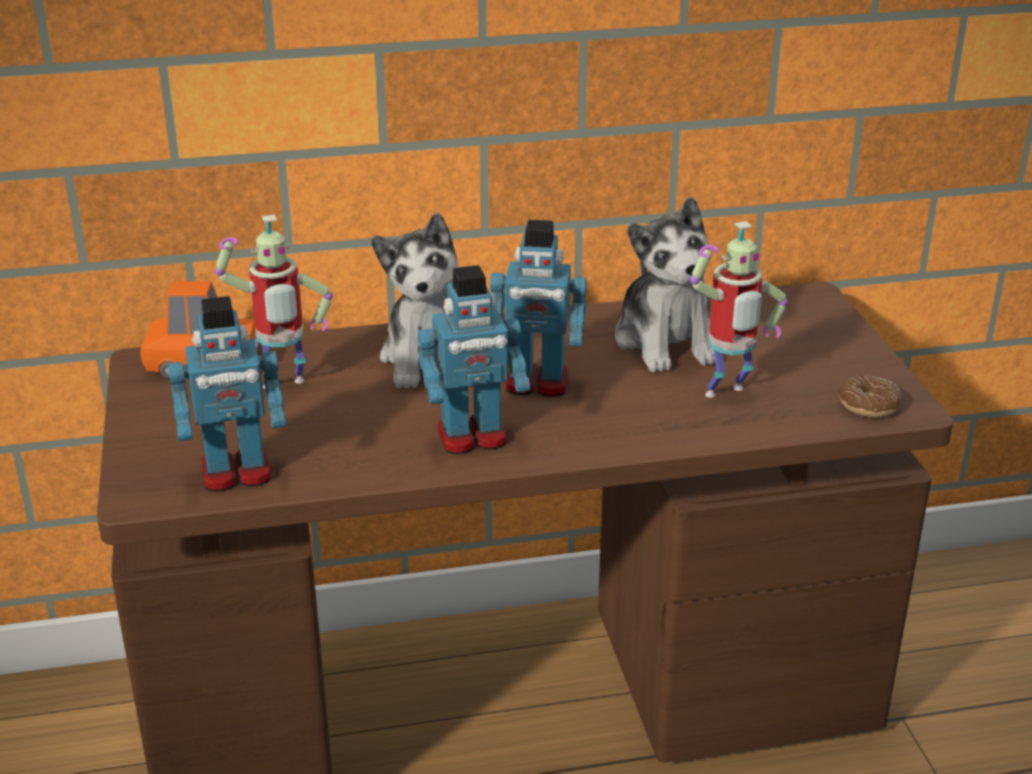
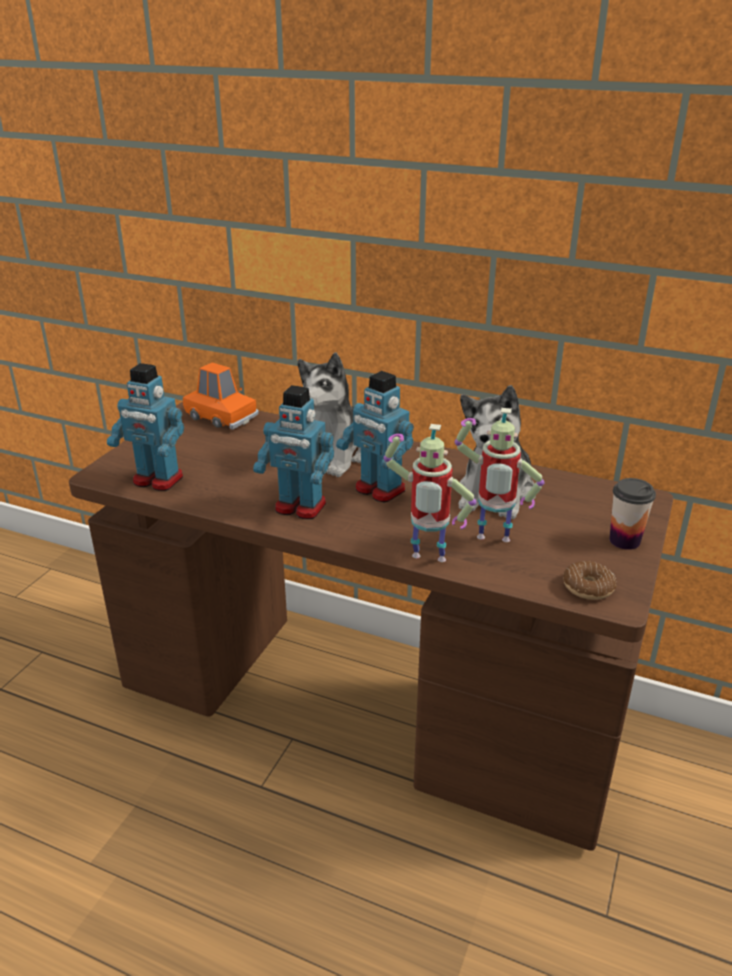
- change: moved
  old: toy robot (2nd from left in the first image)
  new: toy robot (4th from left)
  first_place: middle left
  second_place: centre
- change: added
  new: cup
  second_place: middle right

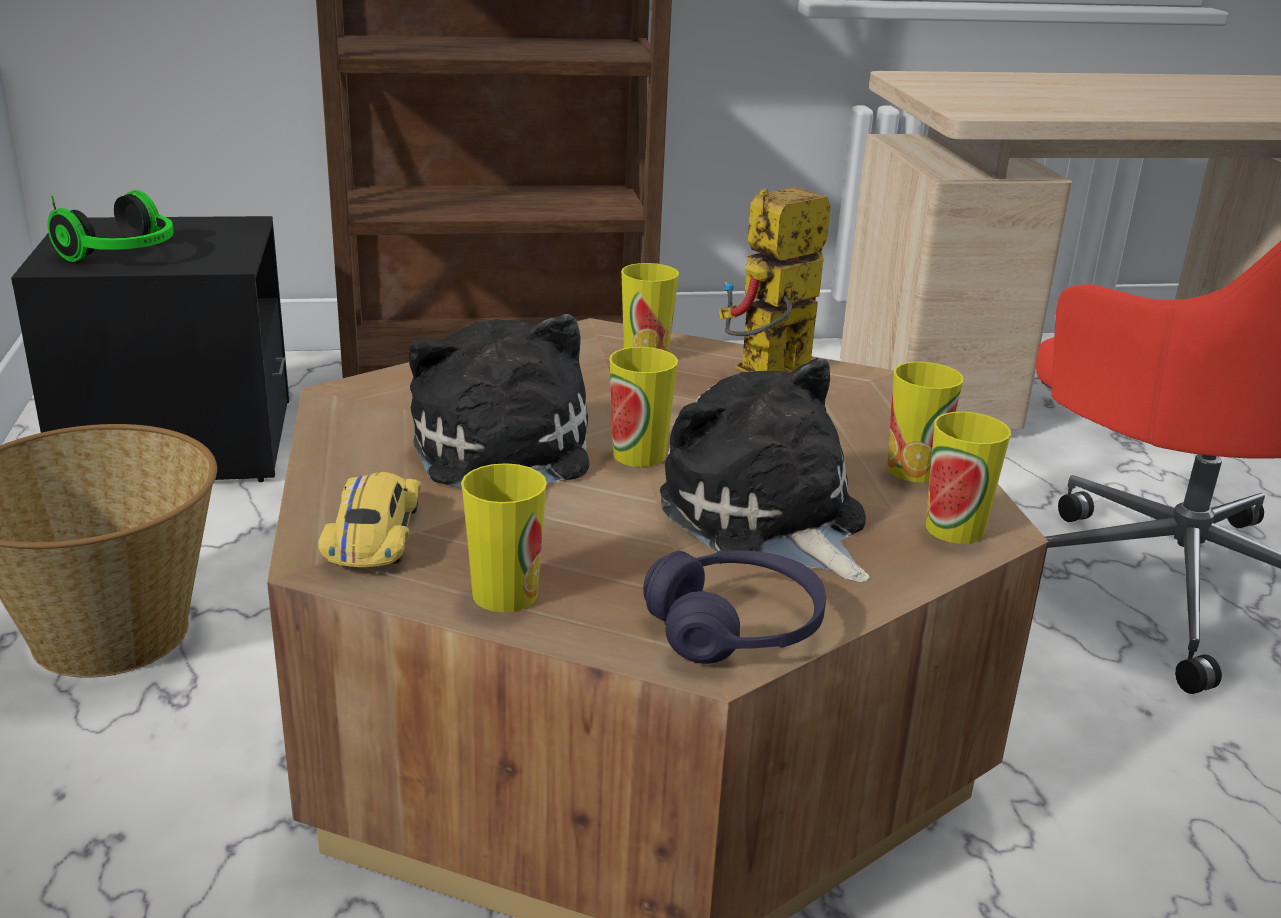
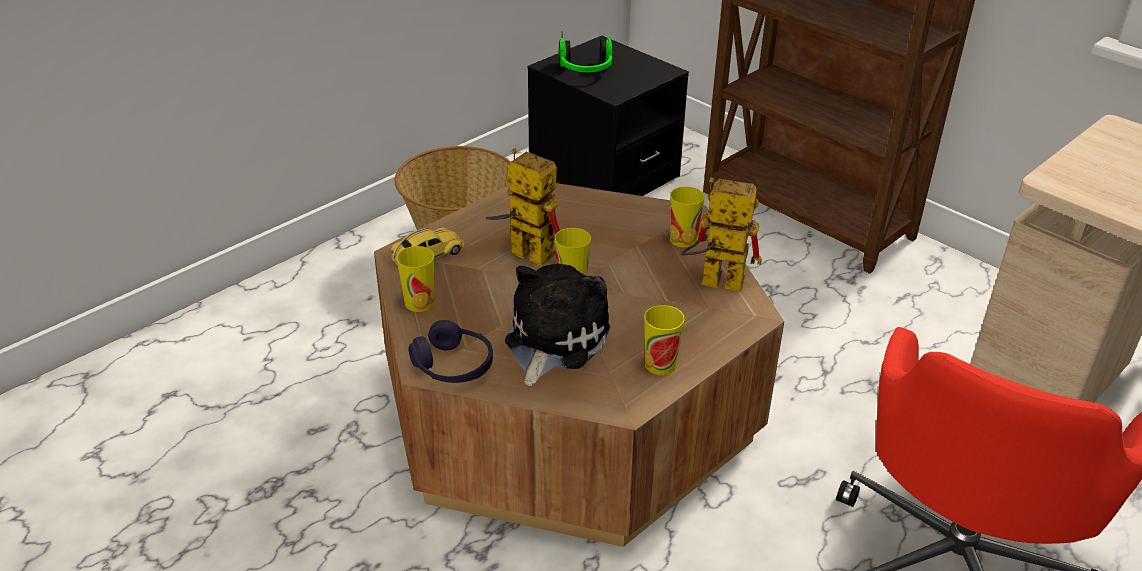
- change: replaced
  old: plush toy (1st from left)
  new: toy robot (1st from left)
  first_place: centre
  second_place: centre
- change: removed
  old: cup (5th from left)
  first_place: middle right

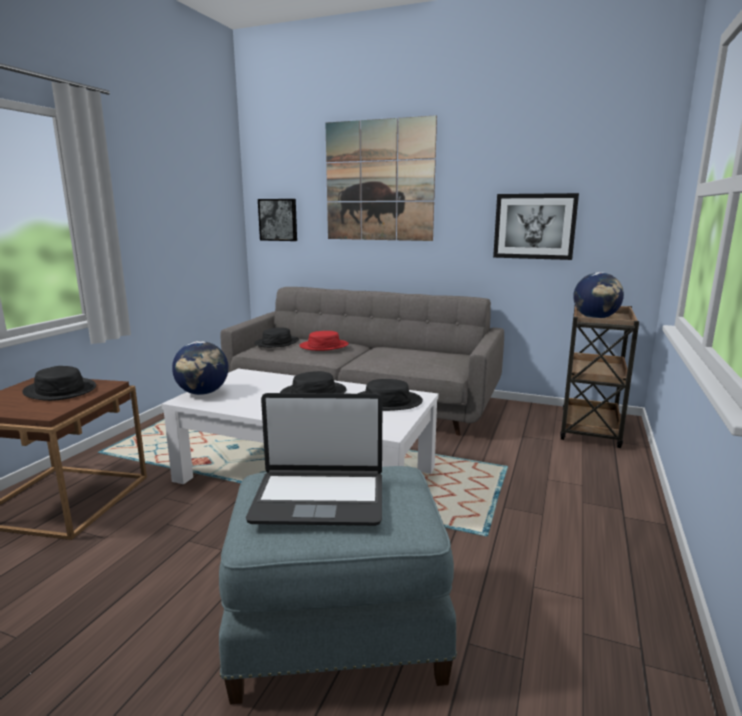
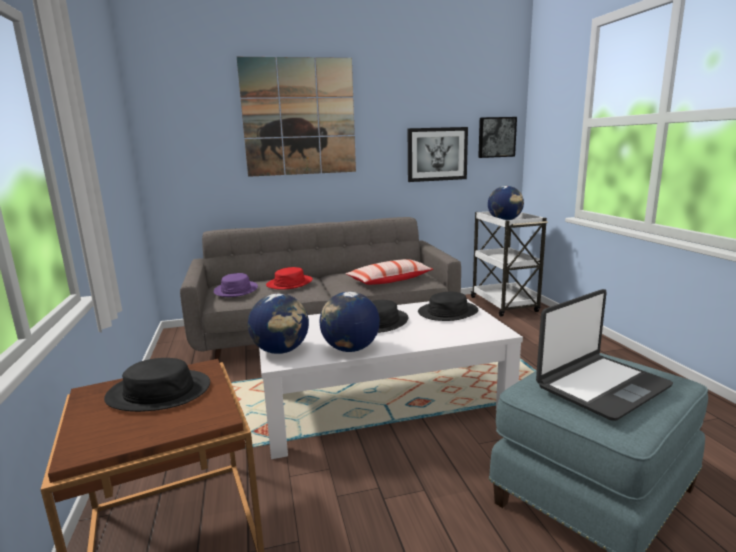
- change: moved
  old: picture (1st from left in the first image)
  new: picture (3rd from left)
  first_place: top centre
  second_place: top right
- change: recoloured
  old: brown cart
  new: white cart
  first_place: middle right
  second_place: middle right
- change: recoloured
  old: black hat (2nd from left)
  new: purple hat
  first_place: centre
  second_place: middle left
- change: added
  new: pillow
  second_place: centre
- change: added
  new: globe (2nd from left)
  second_place: centre

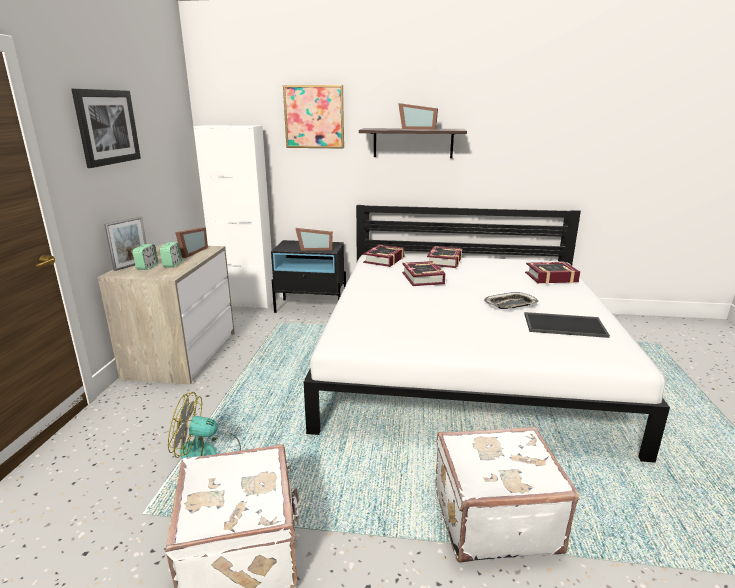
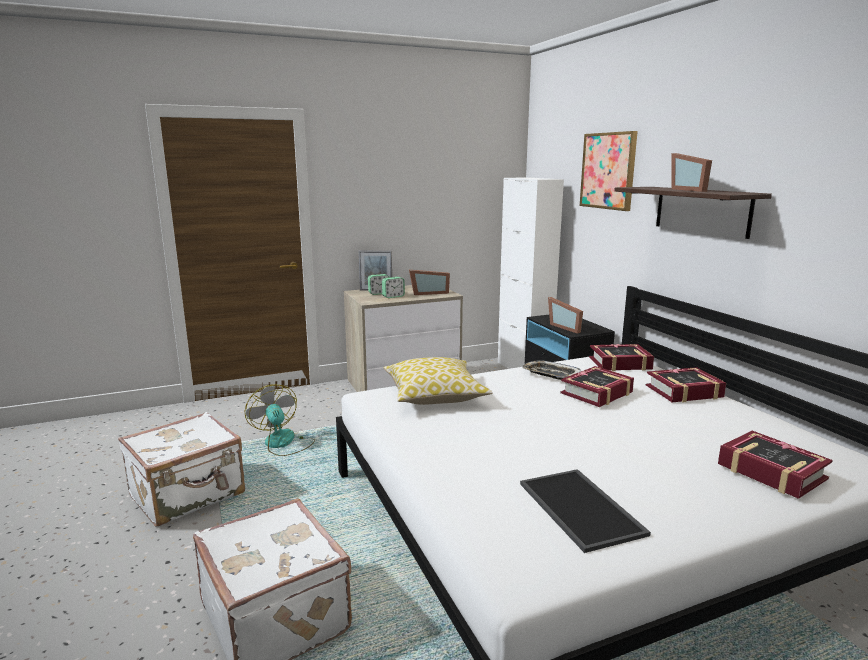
- change: removed
  old: picture (1st from left)
  first_place: top left
- change: moved
  old: tray (1st from left)
  first_place: middle right
  second_place: centre
- change: added
  new: pillow
  second_place: centre

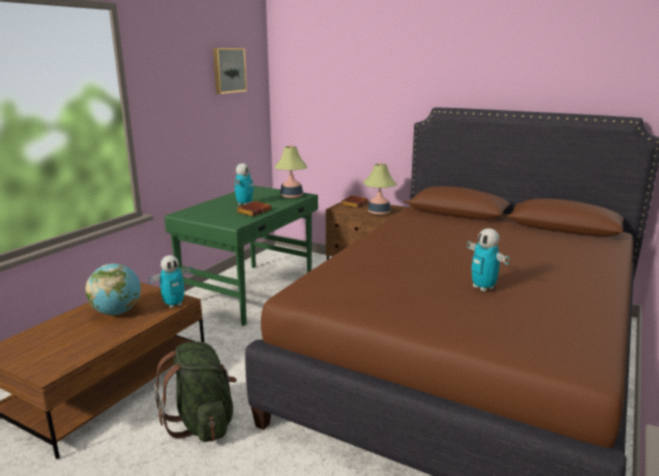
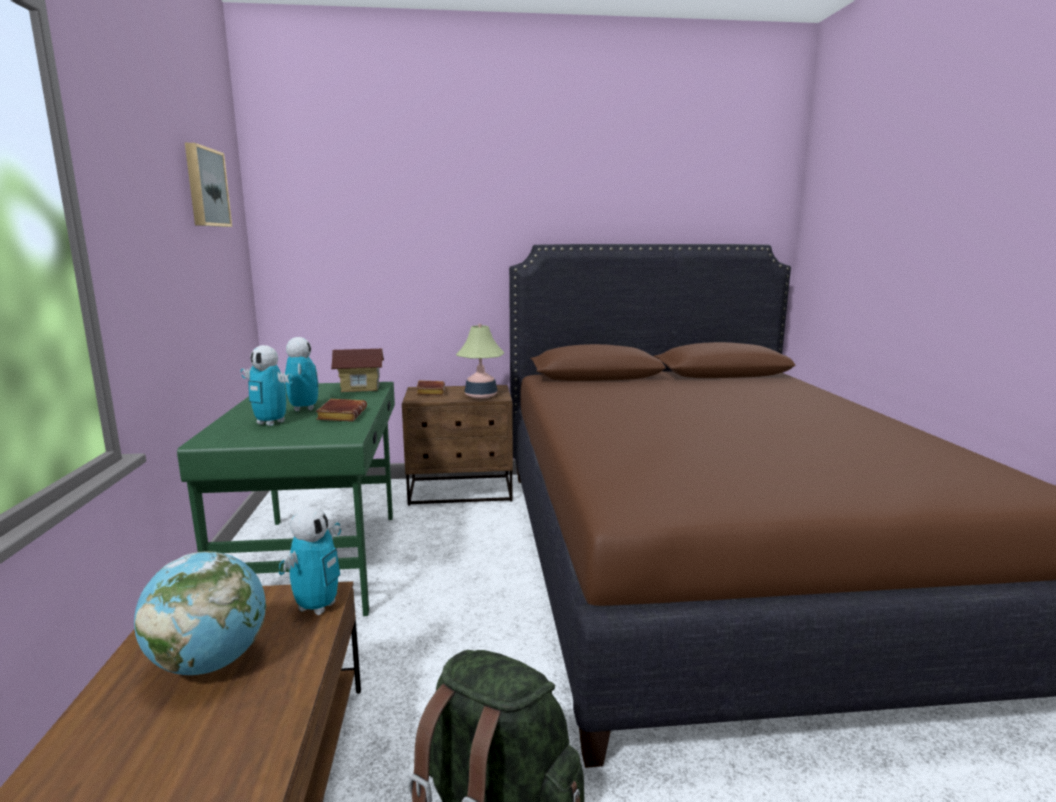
- change: replaced
  old: table lamp (1st from left)
  new: toy house
  first_place: centre
  second_place: centre
- change: moved
  old: toy robot (3rd from left in the first image)
  new: toy robot (1st from left)
  first_place: middle right
  second_place: middle left

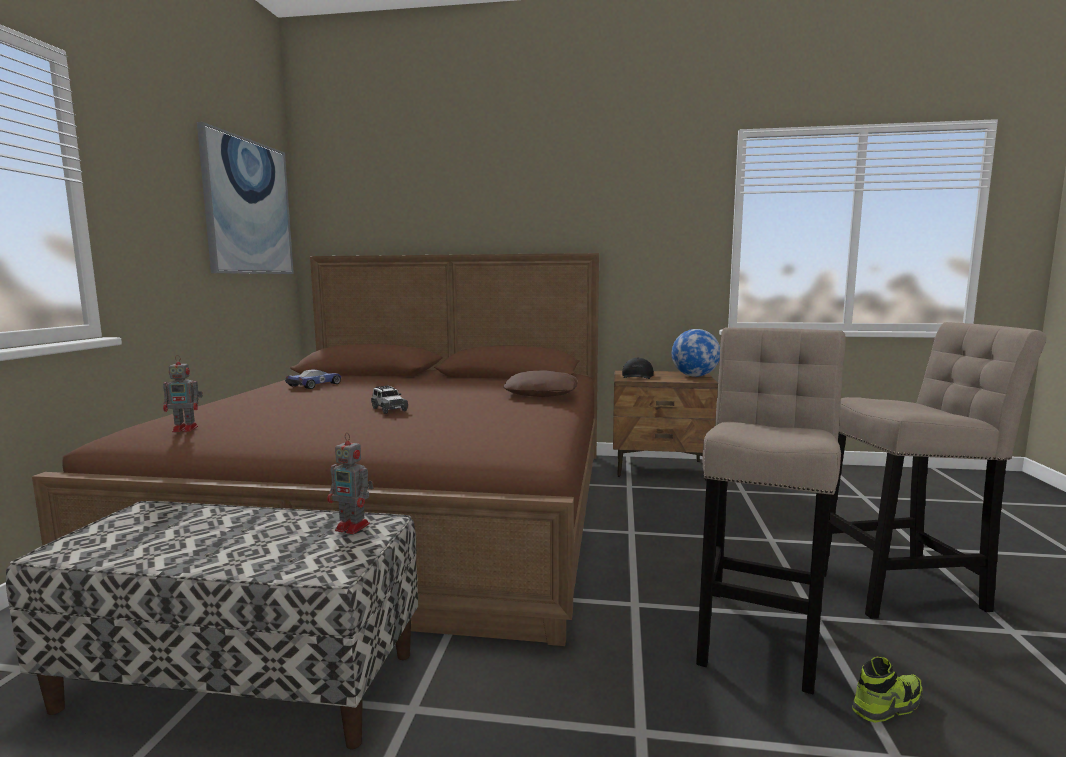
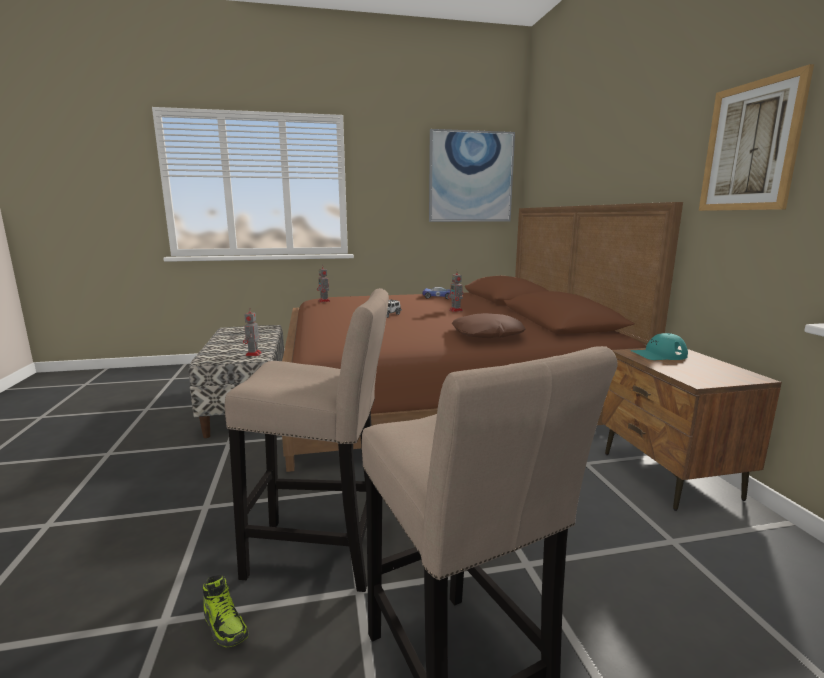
- change: removed
  old: globe
  first_place: centre
- change: recoloured
  old: black cap
  new: turquoise cap
  first_place: centre
  second_place: middle right
- change: added
  new: picture (2nd from left)
  second_place: top right
- change: added
  new: toy robot (3rd from left)
  second_place: centre

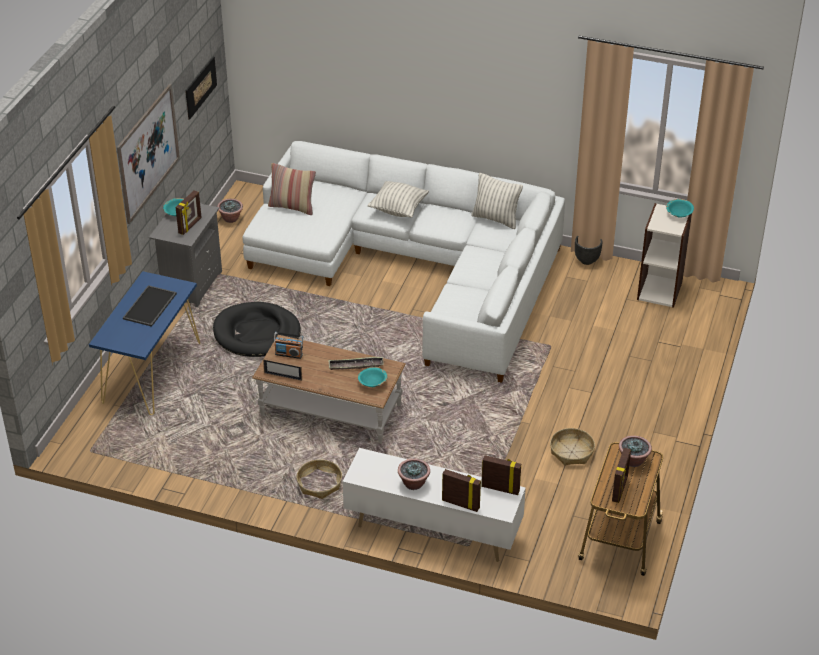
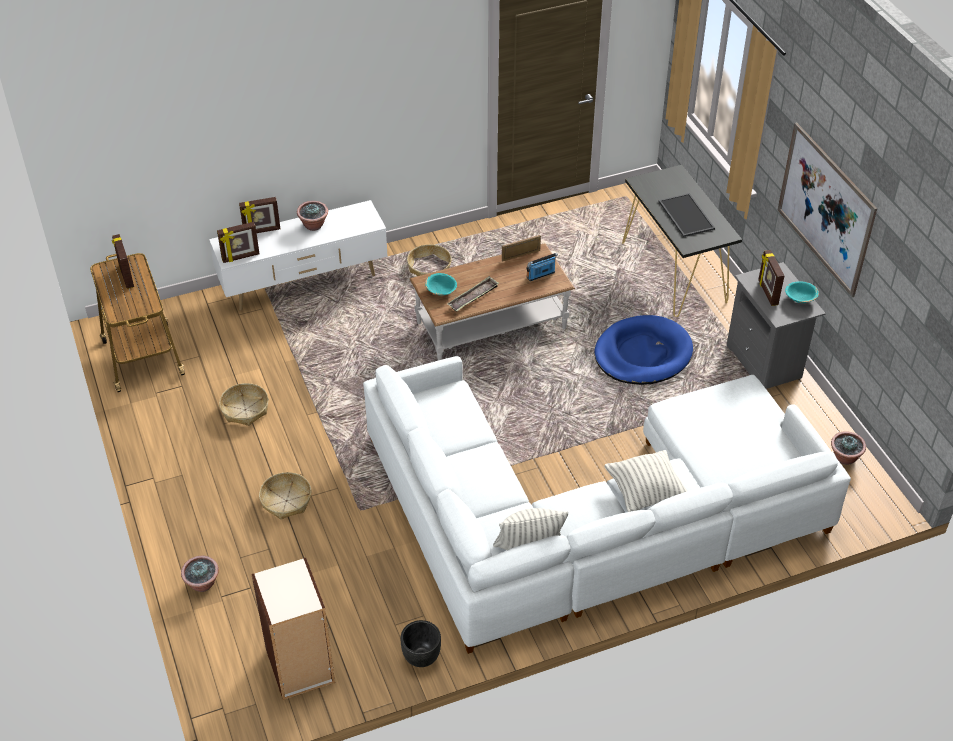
- change: removed
  old: picture (2nd from left)
  first_place: top left
- change: removed
  old: pillow (1st from left)
  first_place: top centre
- change: removed
  old: turquoise bowl (3rd from left)
  first_place: top right
- change: recoloured
  old: blue console table
  new: black console table
  first_place: middle left
  second_place: top right
- change: recoloured
  old: black dog bed
  new: blue dog bed
  first_place: middle left
  second_place: middle right
- change: moved
  old: potted plant (3rd from left in the first image)
  new: potted plant (1st from left)
  first_place: bottom right
  second_place: bottom left
- change: added
  new: basket (2nd from left)
  second_place: bottom left

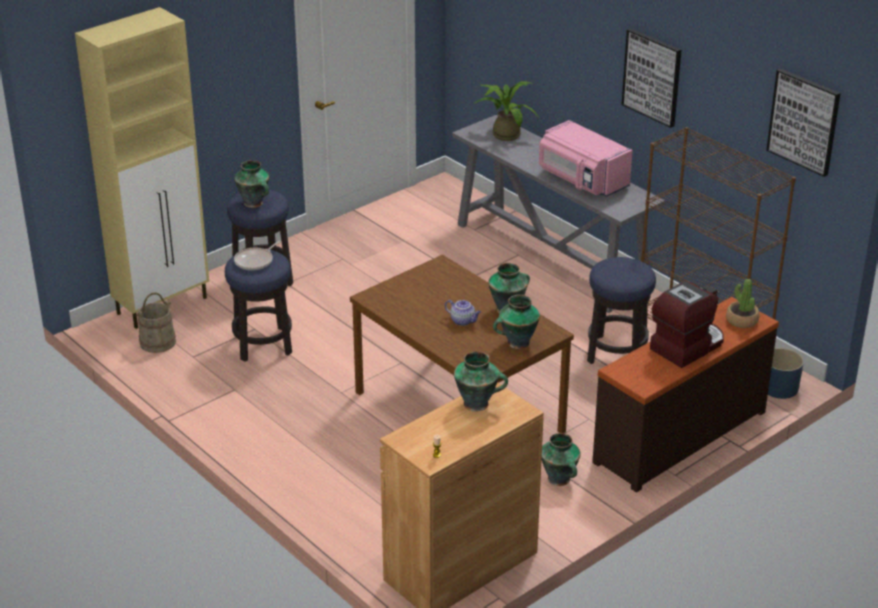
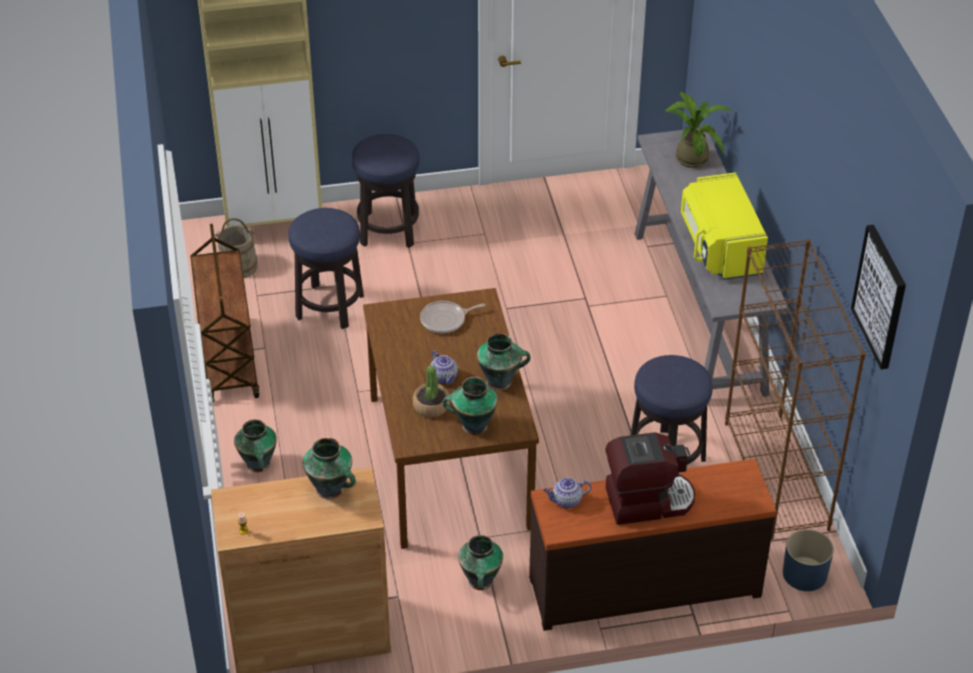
- change: removed
  old: picture (1st from left)
  first_place: top right
- change: recoloured
  old: pink microwave
  new: yellow microwave
  first_place: top right
  second_place: middle right
- change: moved
  old: vase (1st from left)
  first_place: top left
  second_place: middle left
- change: moved
  old: frying pan
  first_place: middle left
  second_place: centre
- change: moved
  old: potted plant (2nd from left in the first image)
  new: potted plant (1st from left)
  first_place: middle right
  second_place: centre
- change: added
  new: brown cart
  second_place: middle left
- change: added
  new: teapot (2nd from left)
  second_place: bottom centre

